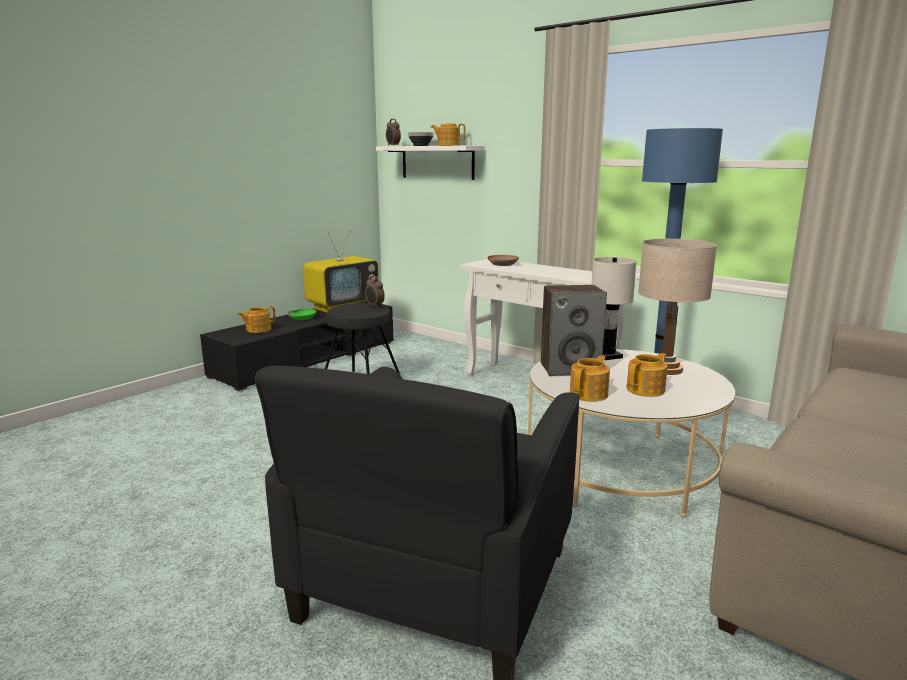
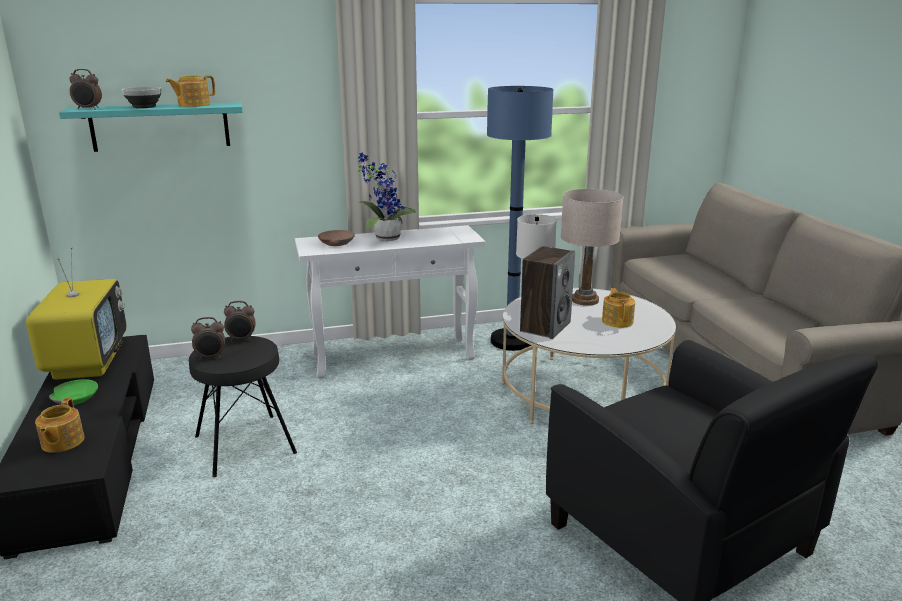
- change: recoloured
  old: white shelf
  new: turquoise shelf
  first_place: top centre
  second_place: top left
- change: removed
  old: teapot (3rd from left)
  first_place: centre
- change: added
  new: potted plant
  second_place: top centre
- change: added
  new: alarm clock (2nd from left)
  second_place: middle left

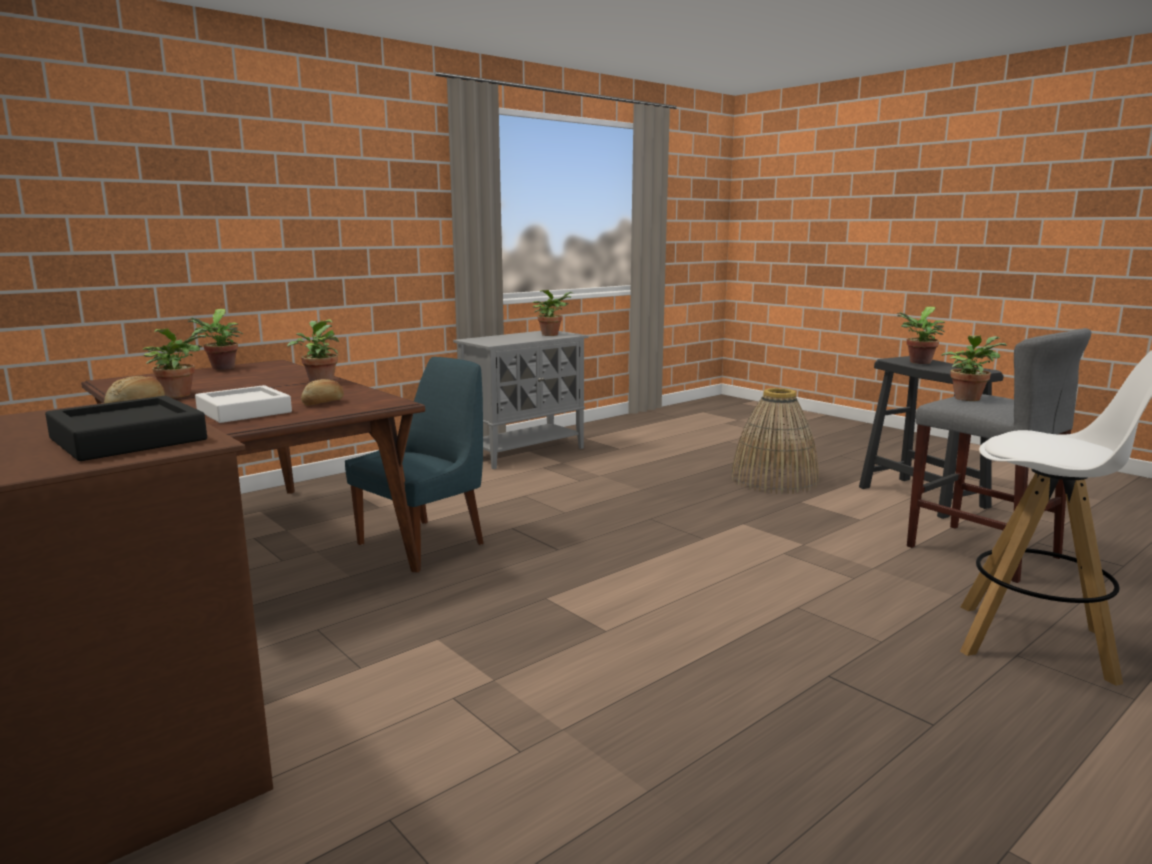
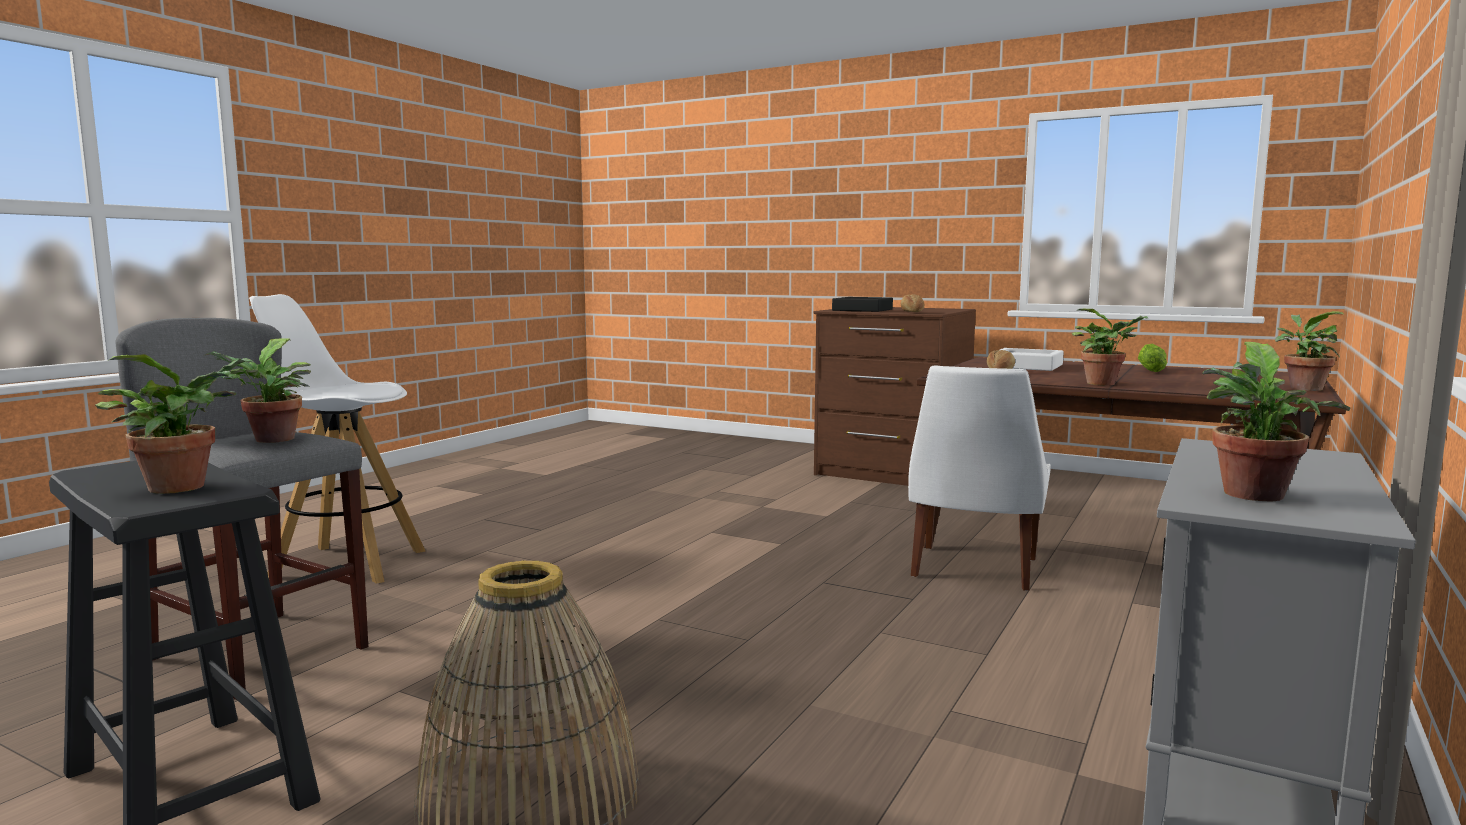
- change: replaced
  old: potted plant (1st from left)
  new: lettuce
  first_place: middle left
  second_place: middle right
- change: recoloured
  old: blue chair
  new: white chair
  first_place: centre
  second_place: middle right

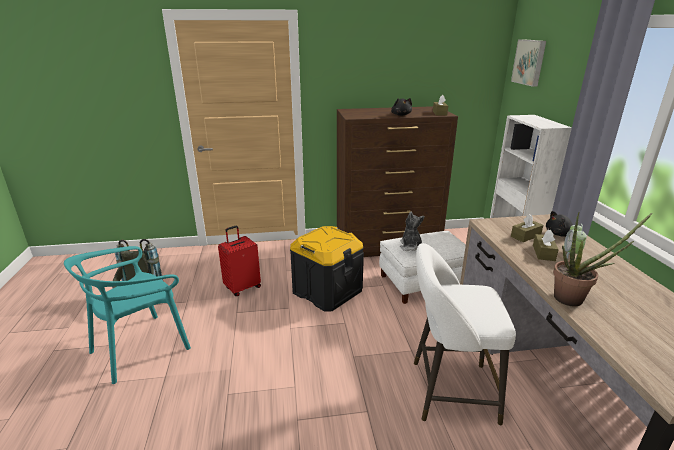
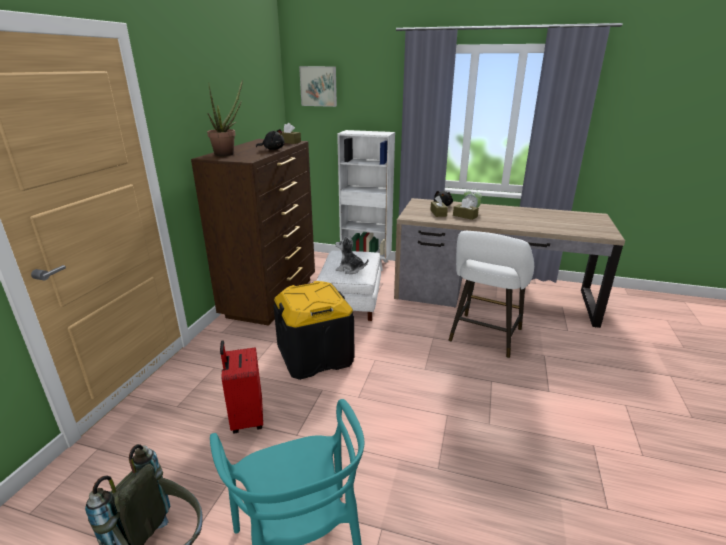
- change: moved
  old: potted plant
  first_place: middle right
  second_place: top left

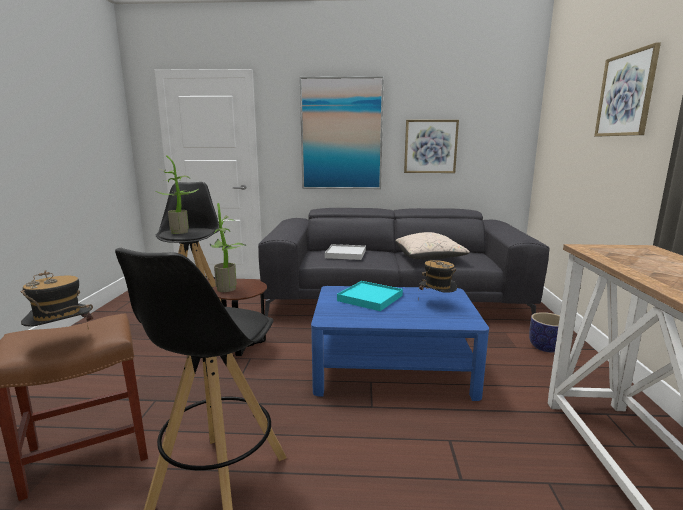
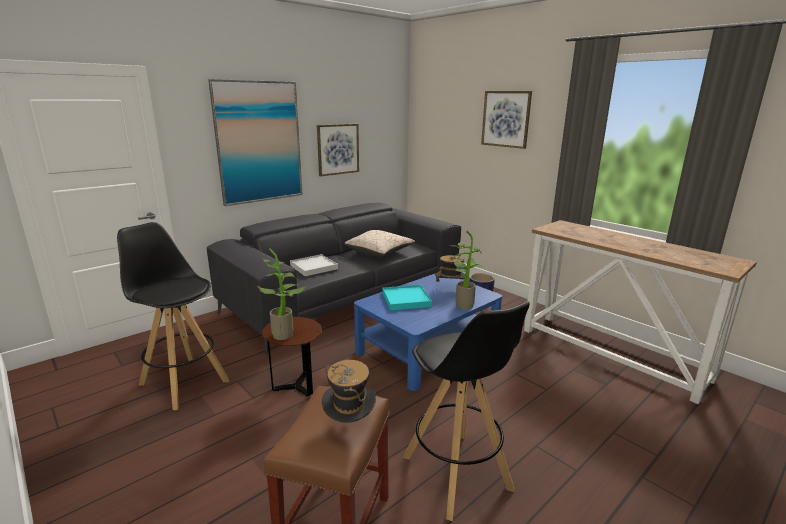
- change: moved
  old: potted plant (1st from left in the first image)
  new: potted plant (2nd from left)
  first_place: middle left
  second_place: centre

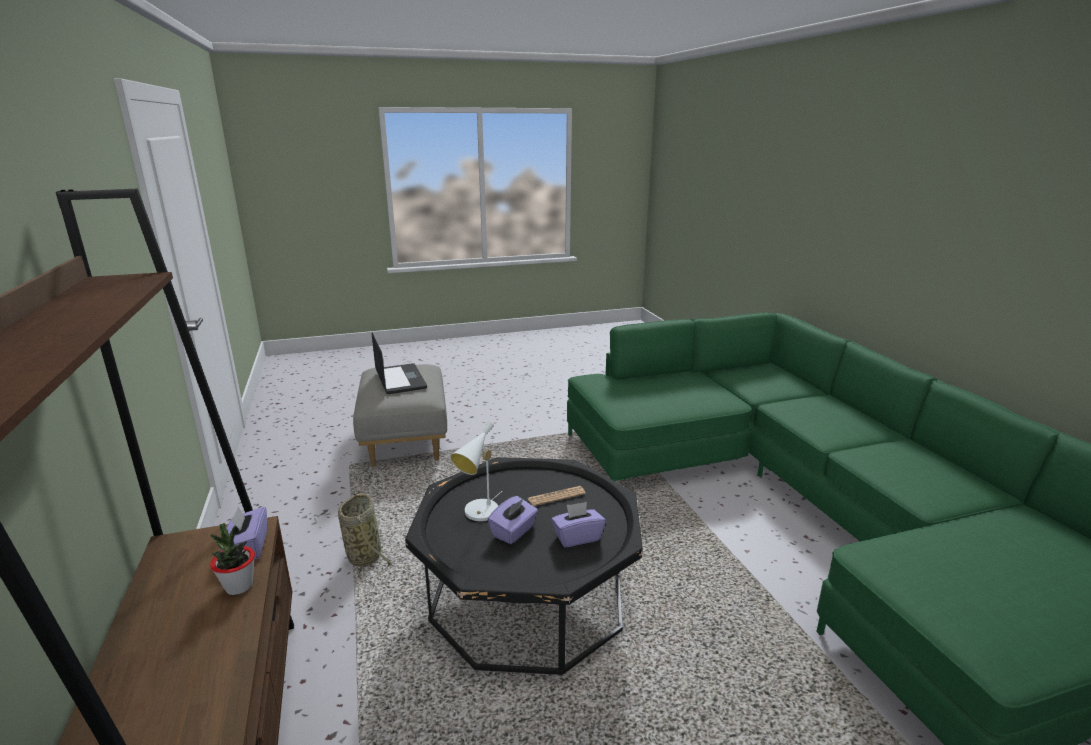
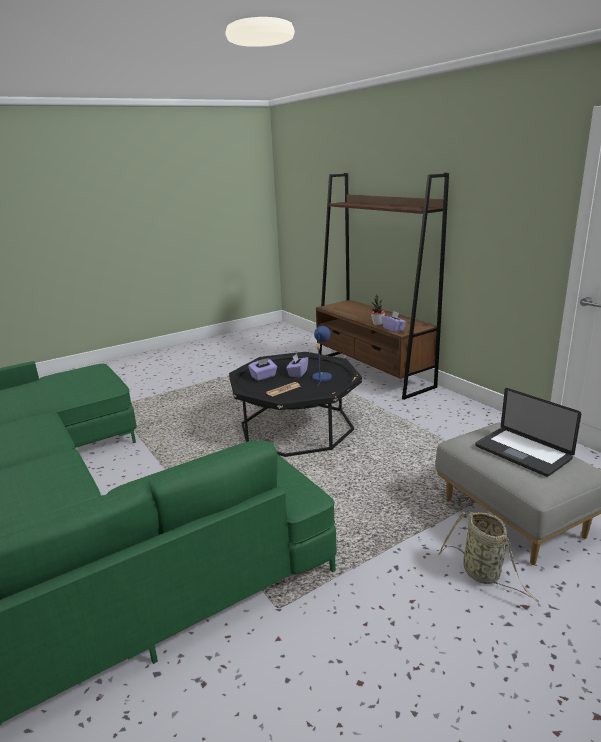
- change: recoloured
  old: white table lamp
  new: blue table lamp
  first_place: centre
  second_place: centre
- change: moved
  old: basket
  first_place: bottom centre
  second_place: bottom right

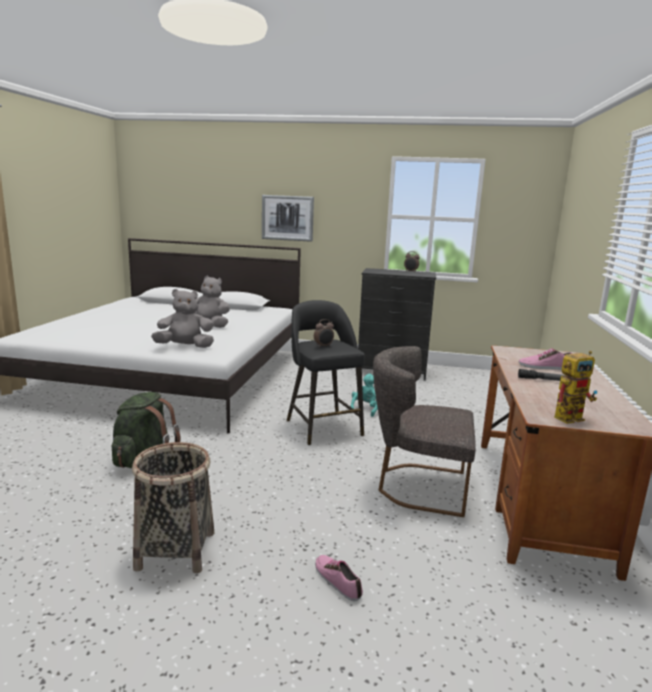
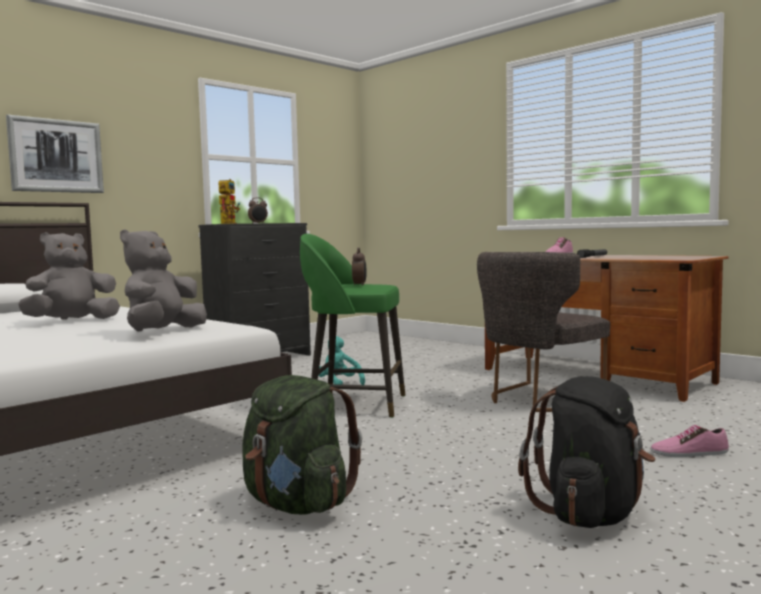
- change: recoloured
  old: black stool
  new: green stool
  first_place: centre
  second_place: centre
- change: moved
  old: toy robot
  first_place: middle right
  second_place: middle left
- change: replaced
  old: basket
  new: black backpack
  first_place: bottom left
  second_place: bottom right

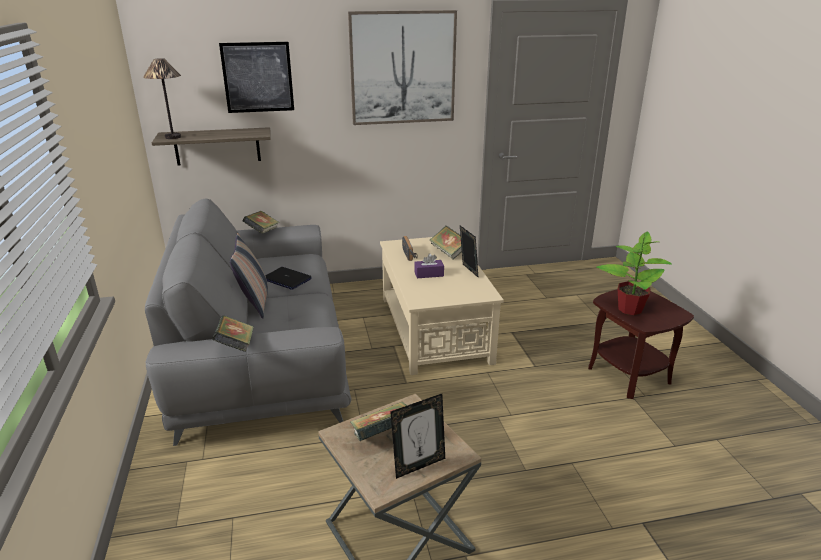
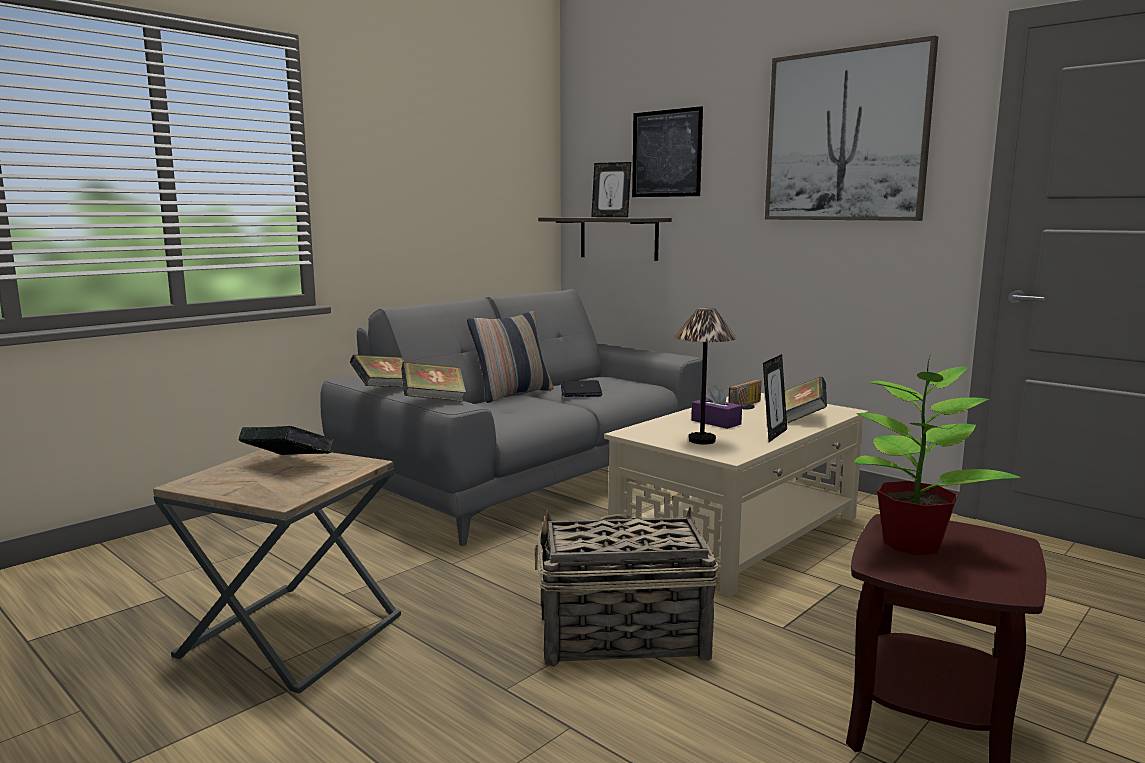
- change: moved
  old: table lamp
  first_place: top left
  second_place: centre
- change: moved
  old: book (2nd from left in the first image)
  new: book (3rd from left)
  first_place: middle left
  second_place: centre
- change: moved
  old: picture frame (1st from left)
  first_place: bottom centre
  second_place: top centre
- change: added
  new: basket
  second_place: bottom centre

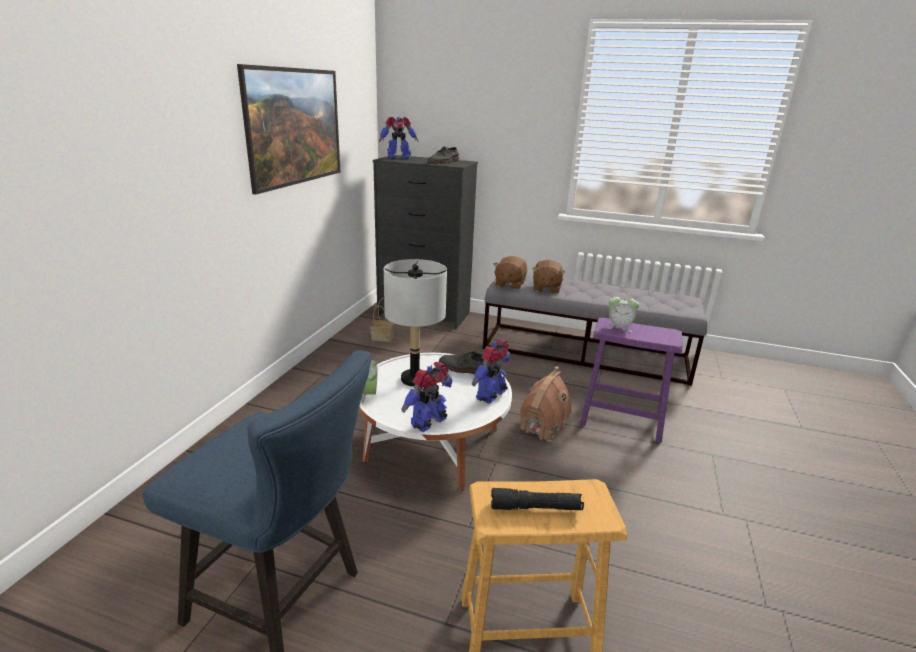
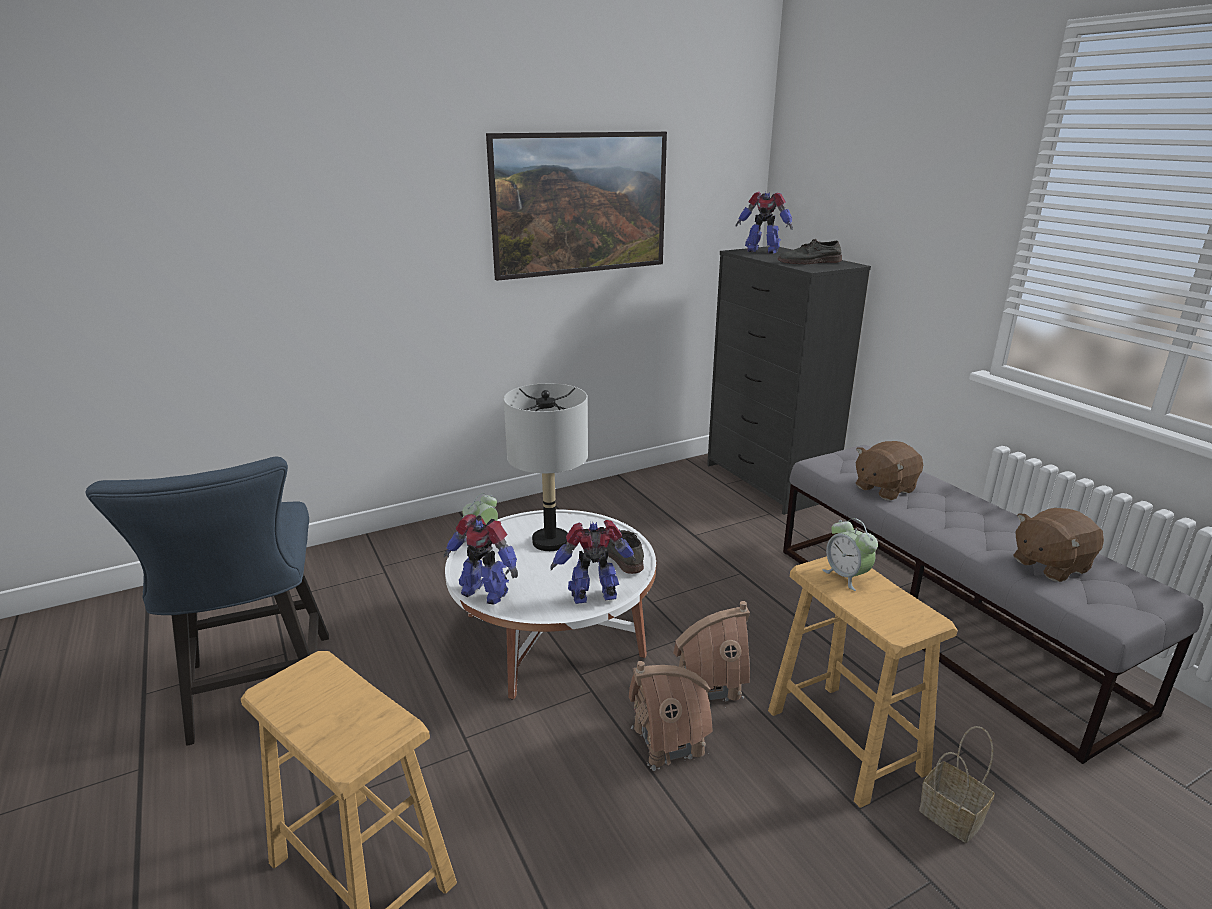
- change: moved
  old: brown plush toy (1st from left in the first image)
  new: brown plush toy (2nd from left)
  first_place: centre
  second_place: middle right
- change: moved
  old: basket
  first_place: centre
  second_place: bottom right
- change: recoloured
  old: purple stool
  new: brown stool (2nd from left)
  first_place: middle right
  second_place: bottom right
- change: turned
  old: toy robot (2nd from left in the first image)
  first_place: centre
  second_place: centre
  degrees: -150
- change: removed
  old: black flashlight
  first_place: bottom centre
- change: added
  new: toy house (1st from left)
  second_place: bottom centre

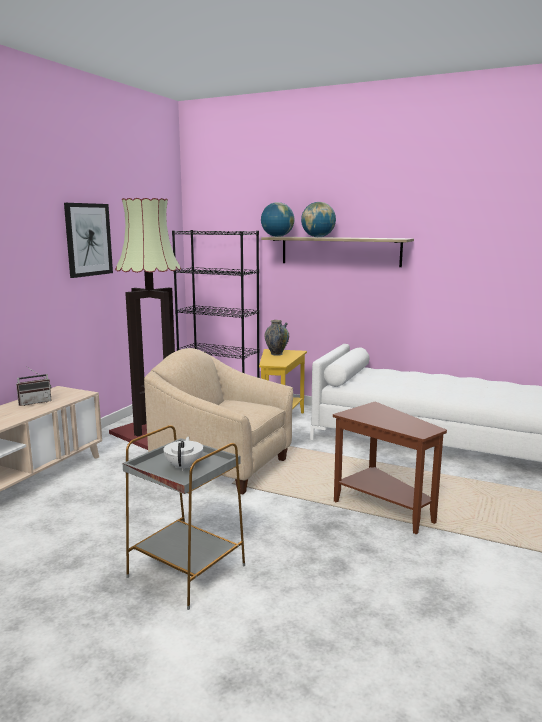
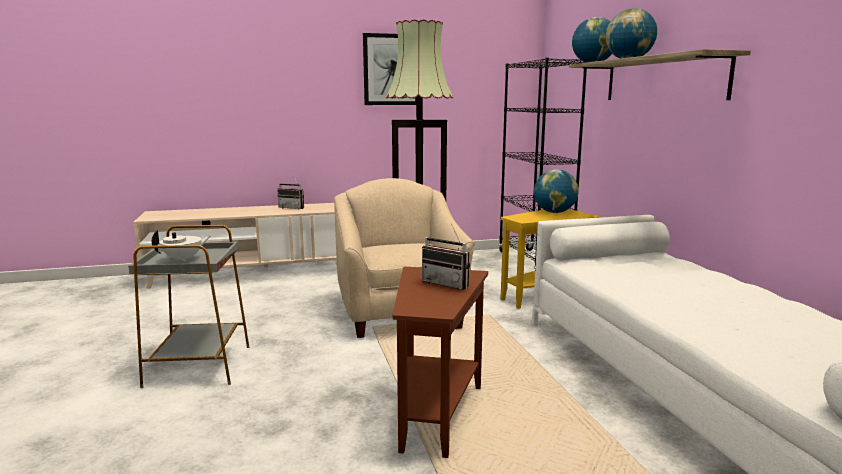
- change: replaced
  old: vase
  new: globe (1st from left)
  first_place: centre
  second_place: centre
- change: added
  new: radio (2nd from left)
  second_place: centre

